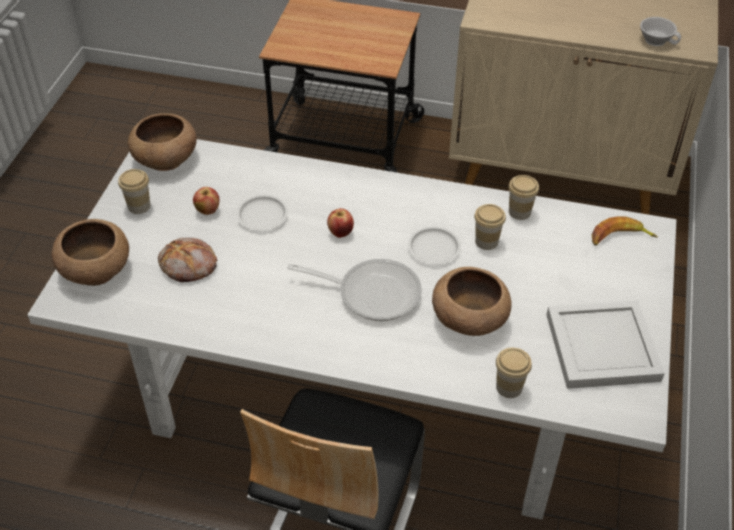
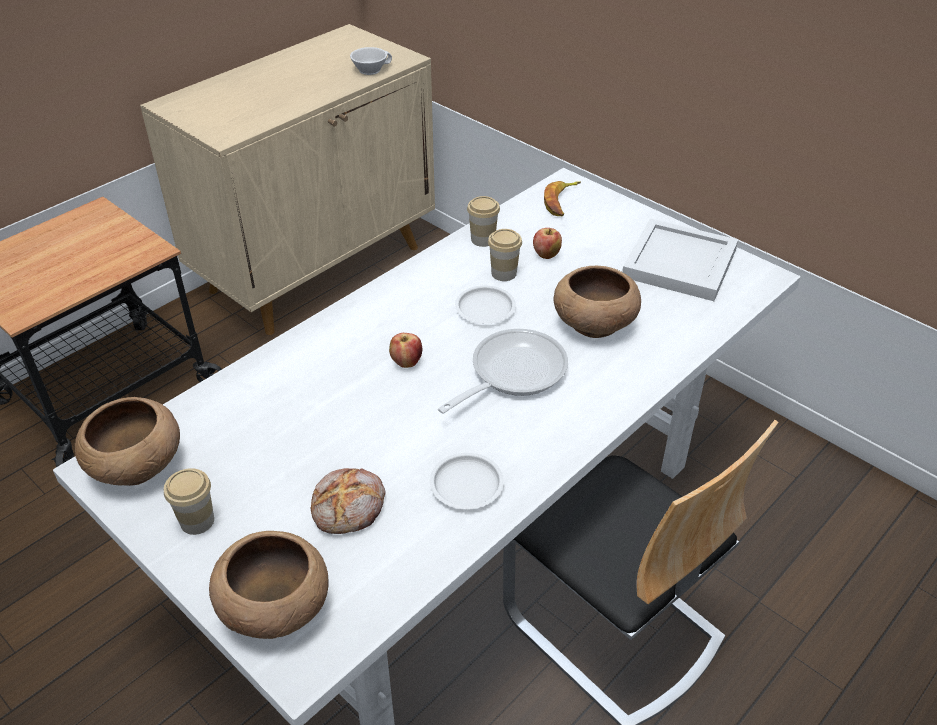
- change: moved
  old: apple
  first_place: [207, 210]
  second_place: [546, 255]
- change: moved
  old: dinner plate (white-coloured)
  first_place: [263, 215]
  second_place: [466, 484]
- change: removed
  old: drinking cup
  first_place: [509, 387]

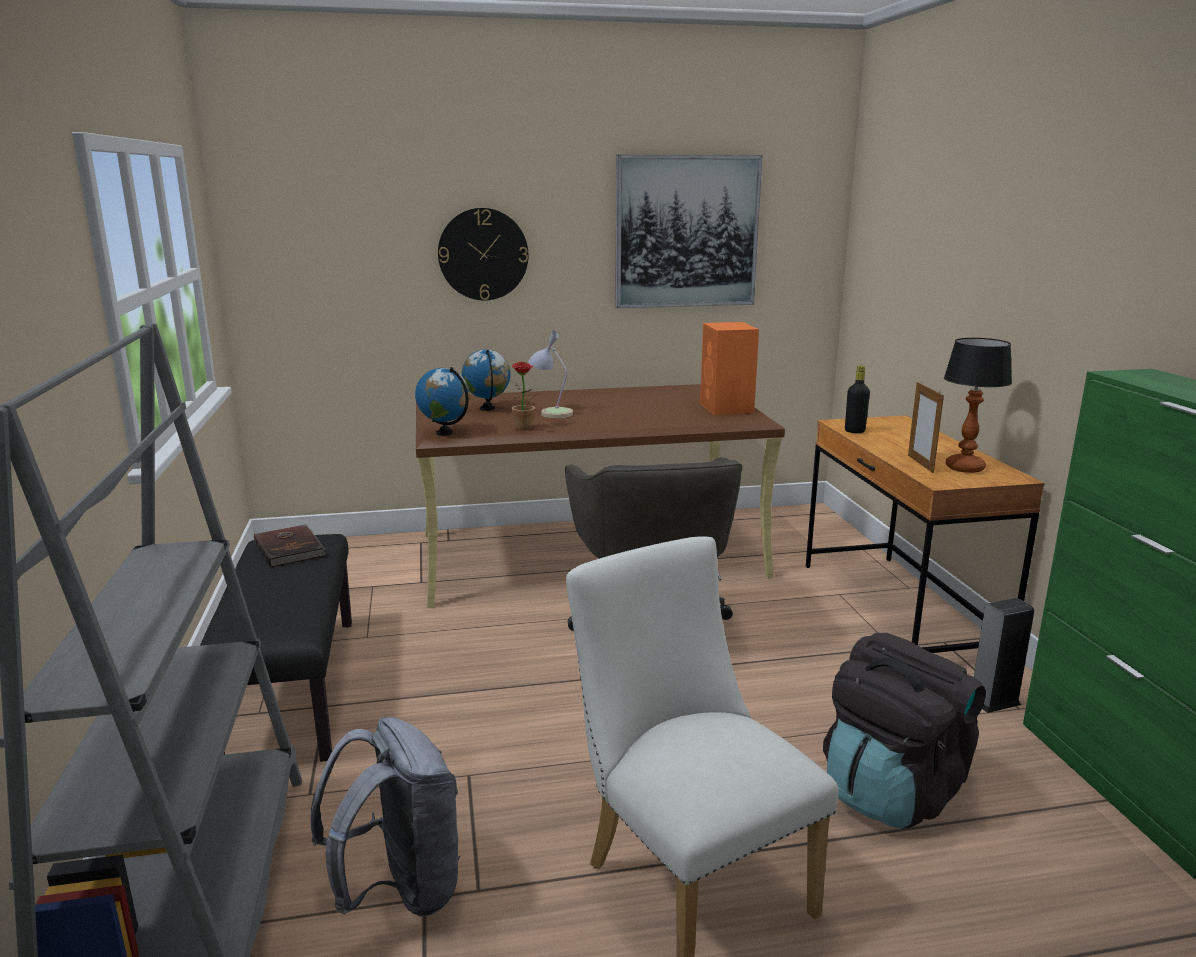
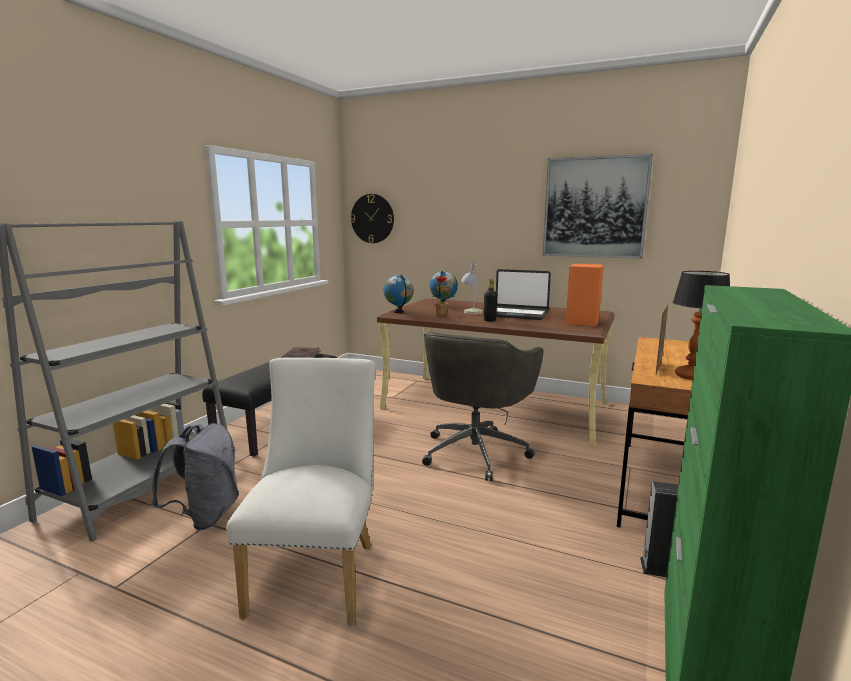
- change: moved
  old: hanging clock
  first_place: [483, 254]
  second_place: [372, 218]
- change: removed
  old: knapsack (blackish)
  first_place: [892, 791]
- change: moved
  old: bottle (blackish)
  first_place: [854, 431]
  second_place: [489, 320]
- change: added
  new: laptop
  second_place: [518, 314]

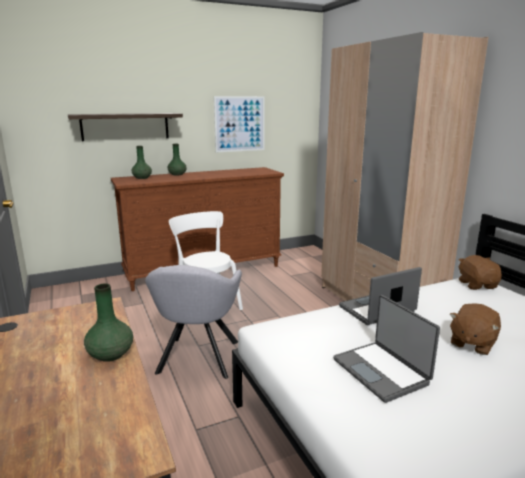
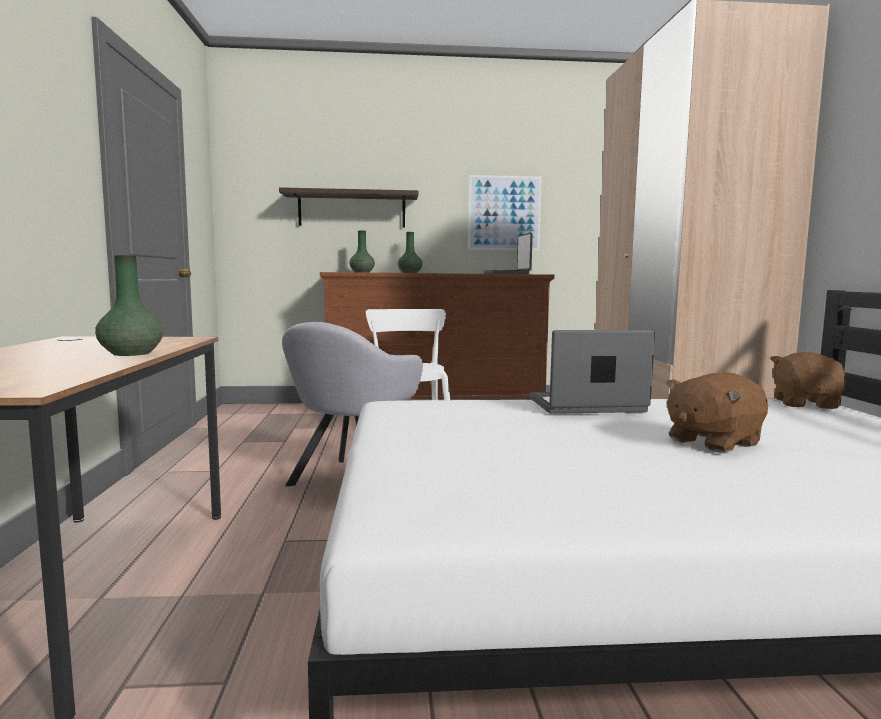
- change: moved
  old: laptop
  first_place: [381, 371]
  second_place: [507, 274]

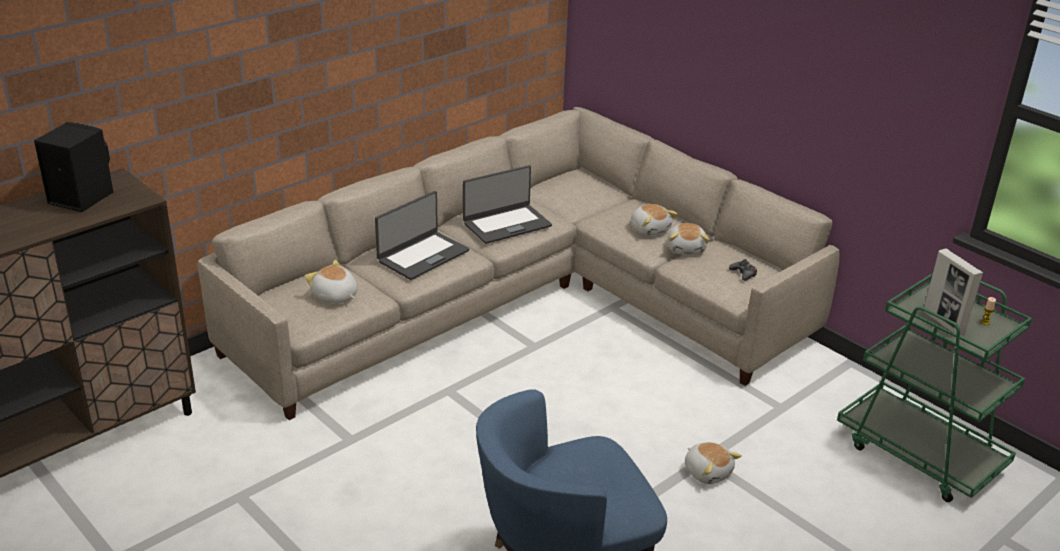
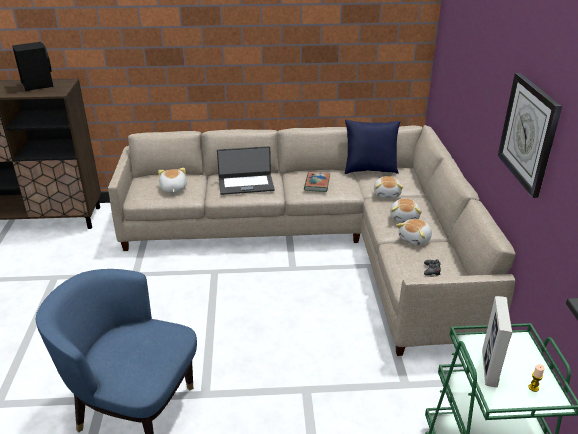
- change: replaced
  old: laptop
  new: book
  first_place: [506, 224]
  second_place: [317, 184]
- change: moved
  old: plush toy
  first_place: [707, 472]
  second_place: [387, 194]
- change: added
  new: throw pillow (bluish)
  second_place: [370, 170]
- change: added
  new: hanging clock
  second_place: [529, 133]

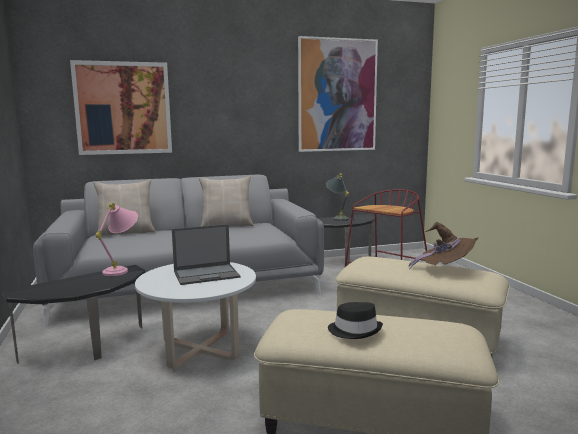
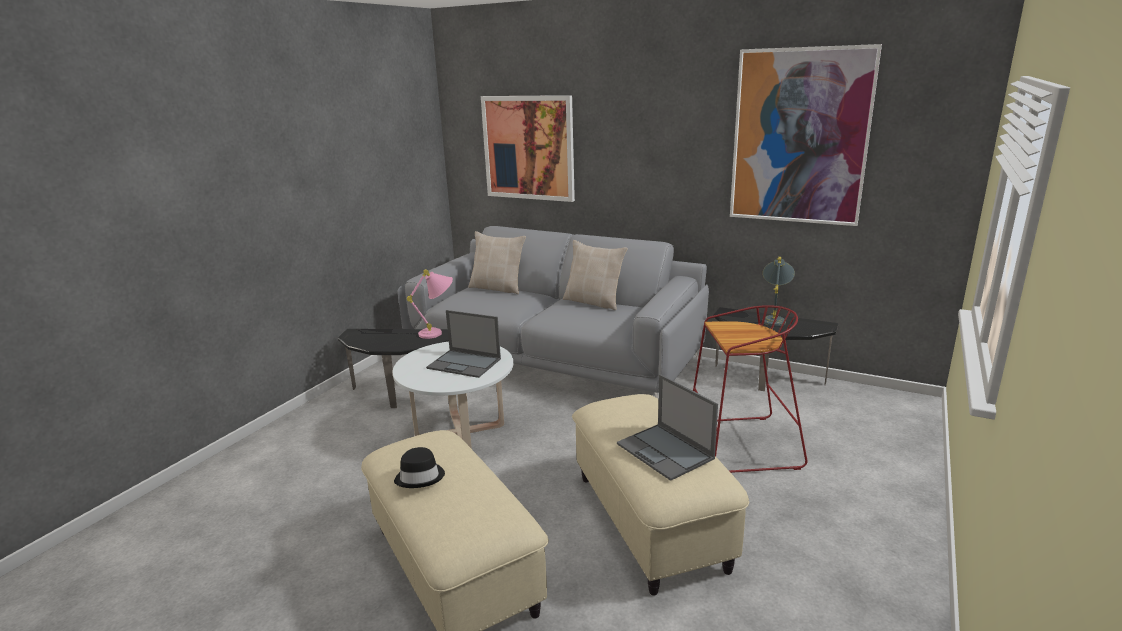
- change: replaced
  old: clothing hat (brownish)
  new: laptop
  first_place: [445, 269]
  second_place: [666, 452]

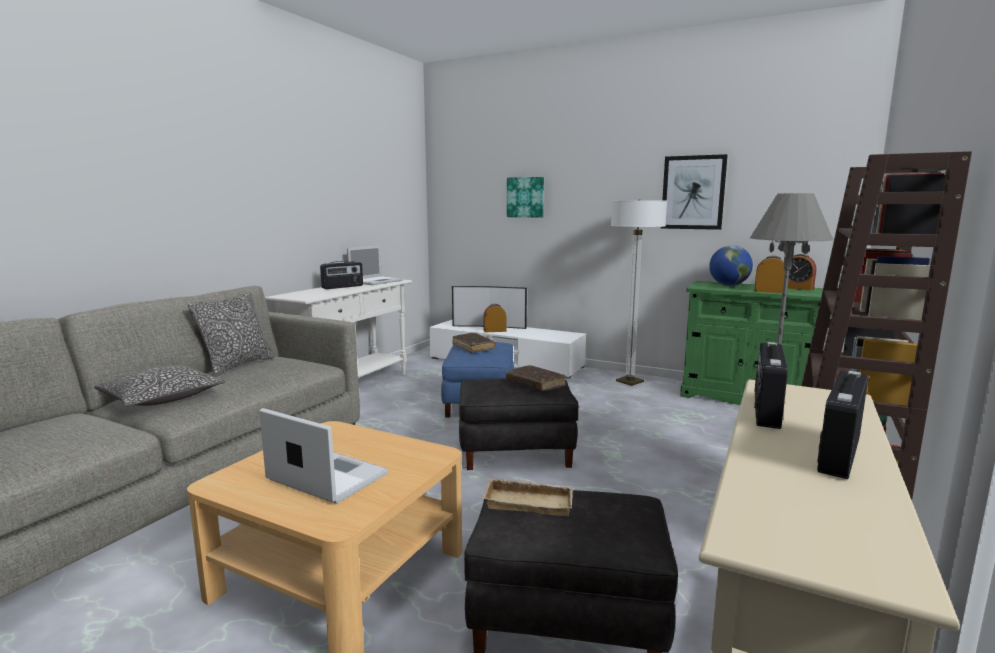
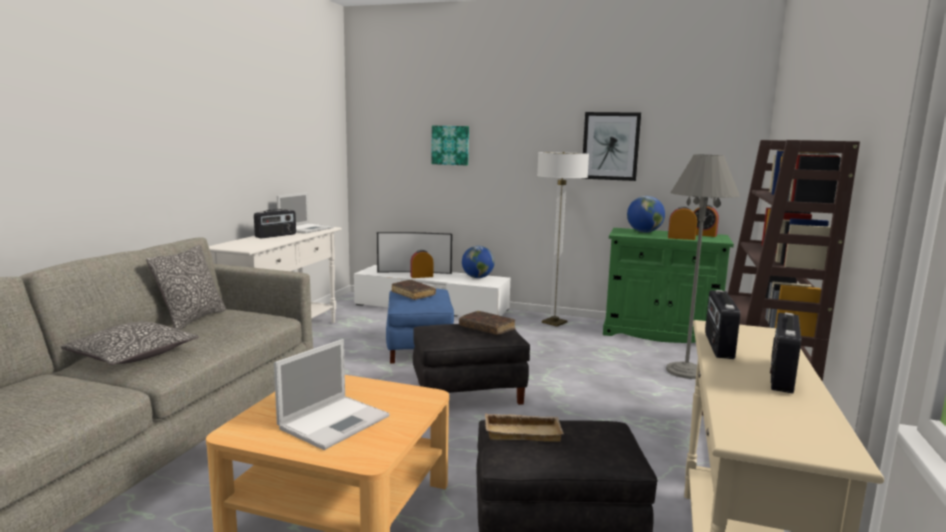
- change: turned
  old: laptop
  first_place: [325, 477]
  second_place: [335, 421]
  degrees: 105
- change: added
  new: desk globe
  second_place: [477, 277]

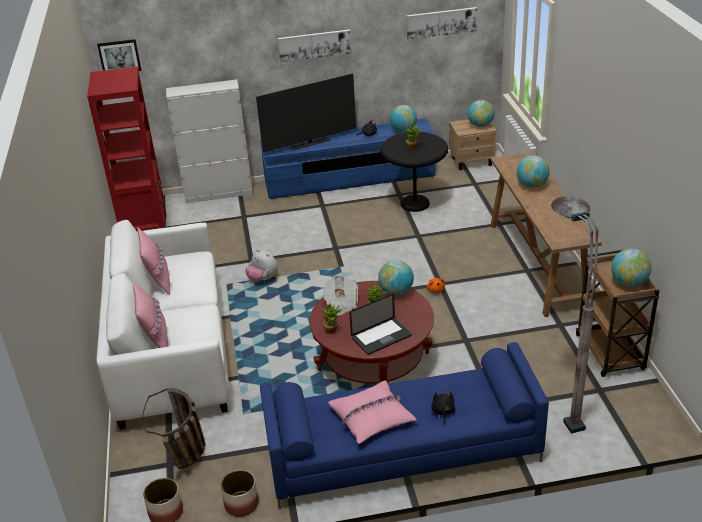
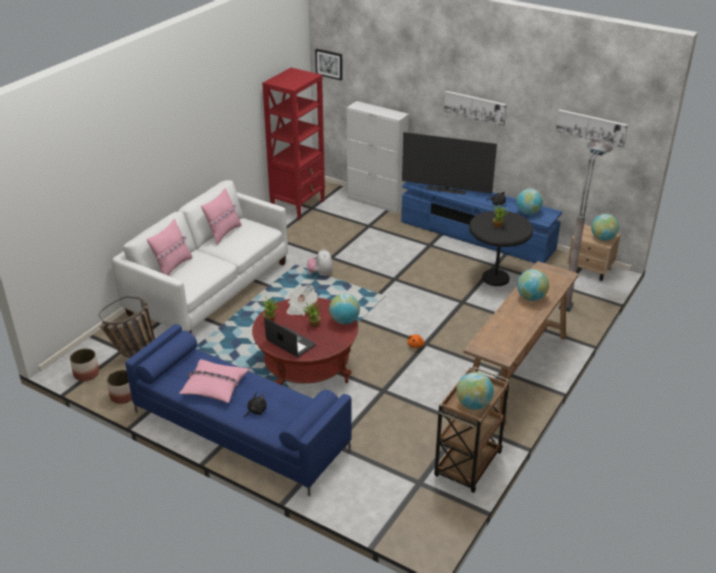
- change: turned
  old: laptop
  first_place: [381, 337]
  second_place: [290, 343]
  degrees: -150
- change: moved
  old: floor lamp (gray)
  first_place: [558, 402]
  second_place: [573, 294]

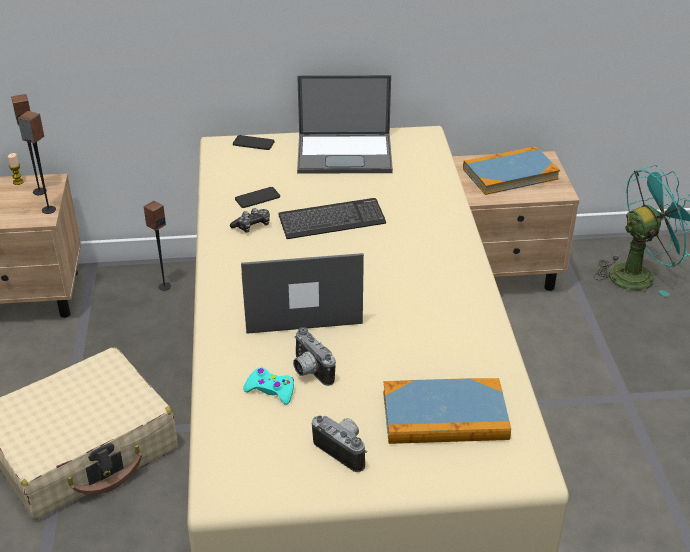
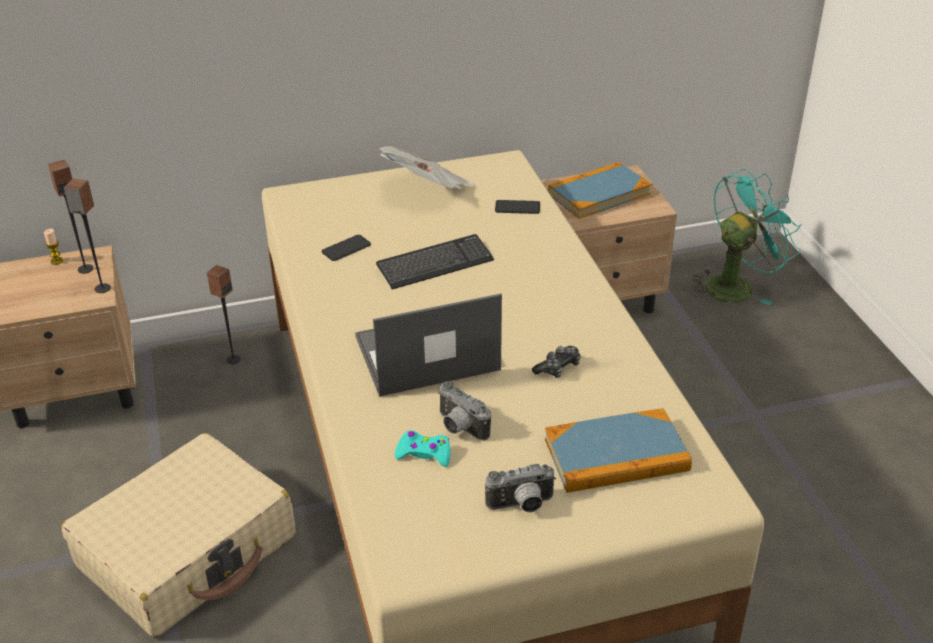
- change: moved
  old: game controller
  first_place: [252, 226]
  second_place: [558, 368]
- change: moved
  old: phone
  first_place: [253, 143]
  second_place: [517, 207]
- change: replaced
  old: laptop
  new: daily paper
  first_place: [346, 153]
  second_place: [428, 190]
- change: turned
  old: photo camera
  first_place: [344, 450]
  second_place: [521, 506]
  degrees: 135

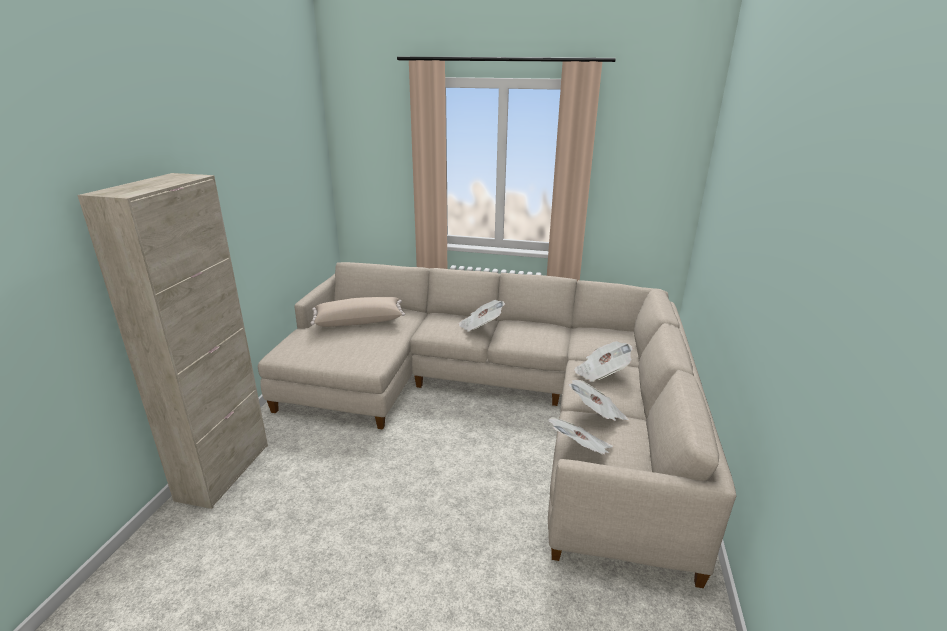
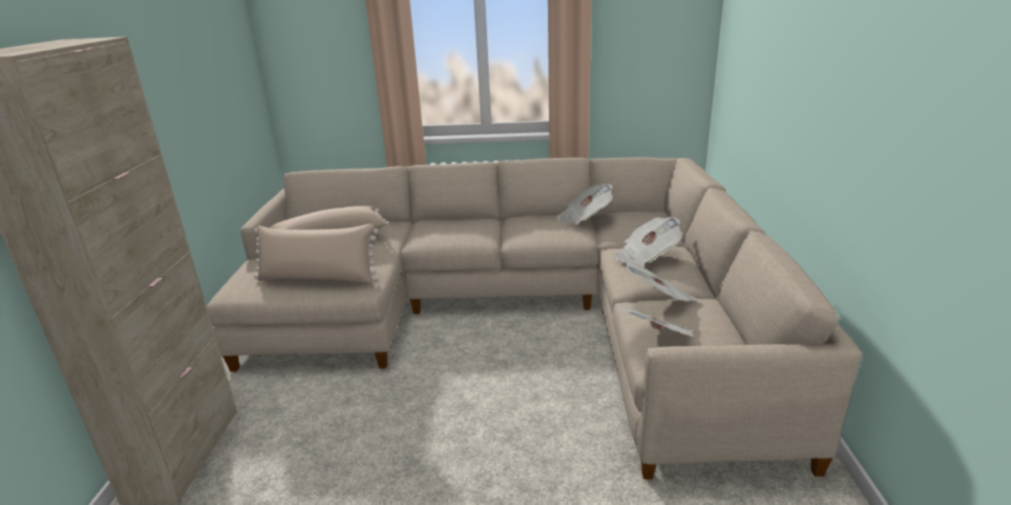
- change: moved
  old: daily paper
  first_place: [480, 326]
  second_place: [584, 218]
- change: added
  new: throw pillow (beige)
  second_place: [318, 279]

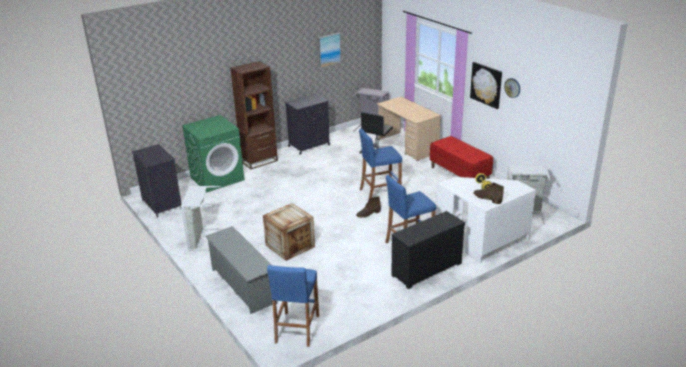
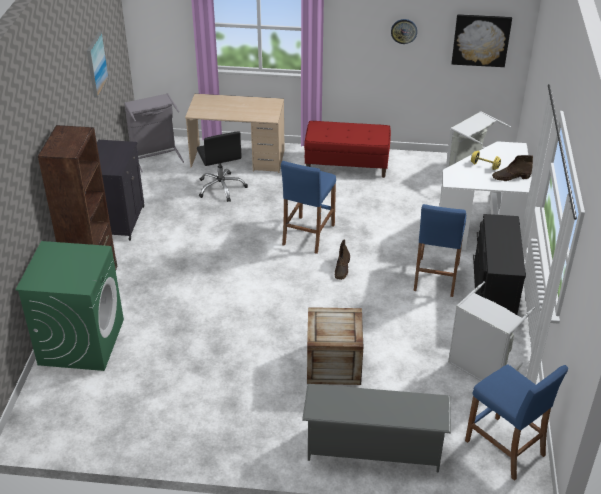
- change: removed
  old: cabinet (blackish)
  first_place: [161, 204]
- change: moved
  old: hamper (gray)
  first_place: [202, 240]
  second_place: [481, 368]
- change: moved
  old: wall picture
  first_place: [486, 84]
  second_place: [481, 40]

